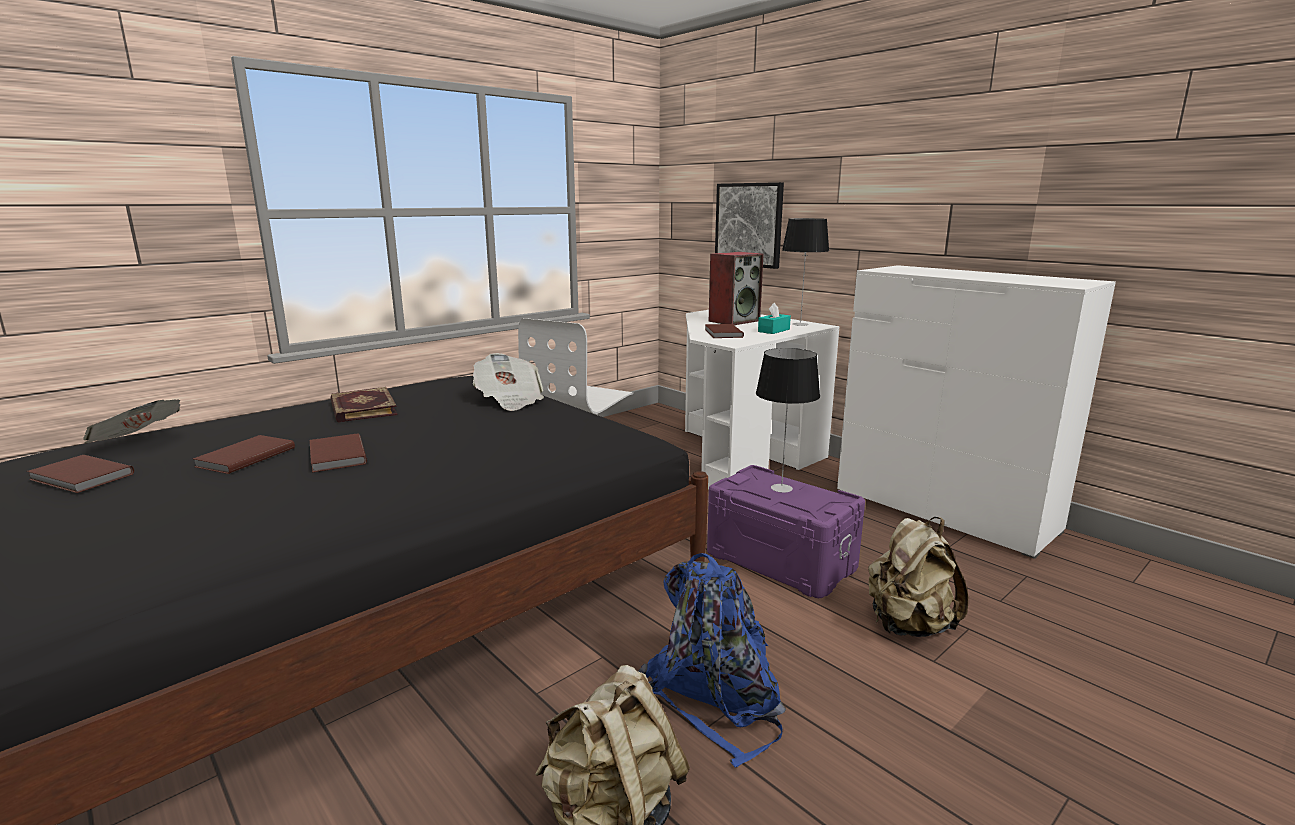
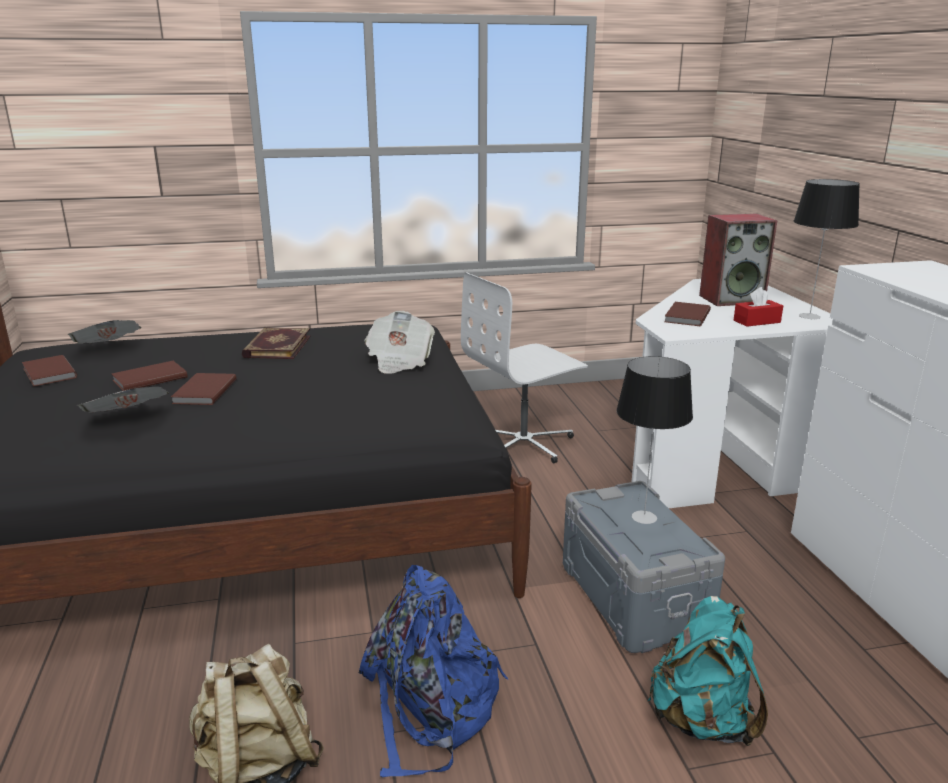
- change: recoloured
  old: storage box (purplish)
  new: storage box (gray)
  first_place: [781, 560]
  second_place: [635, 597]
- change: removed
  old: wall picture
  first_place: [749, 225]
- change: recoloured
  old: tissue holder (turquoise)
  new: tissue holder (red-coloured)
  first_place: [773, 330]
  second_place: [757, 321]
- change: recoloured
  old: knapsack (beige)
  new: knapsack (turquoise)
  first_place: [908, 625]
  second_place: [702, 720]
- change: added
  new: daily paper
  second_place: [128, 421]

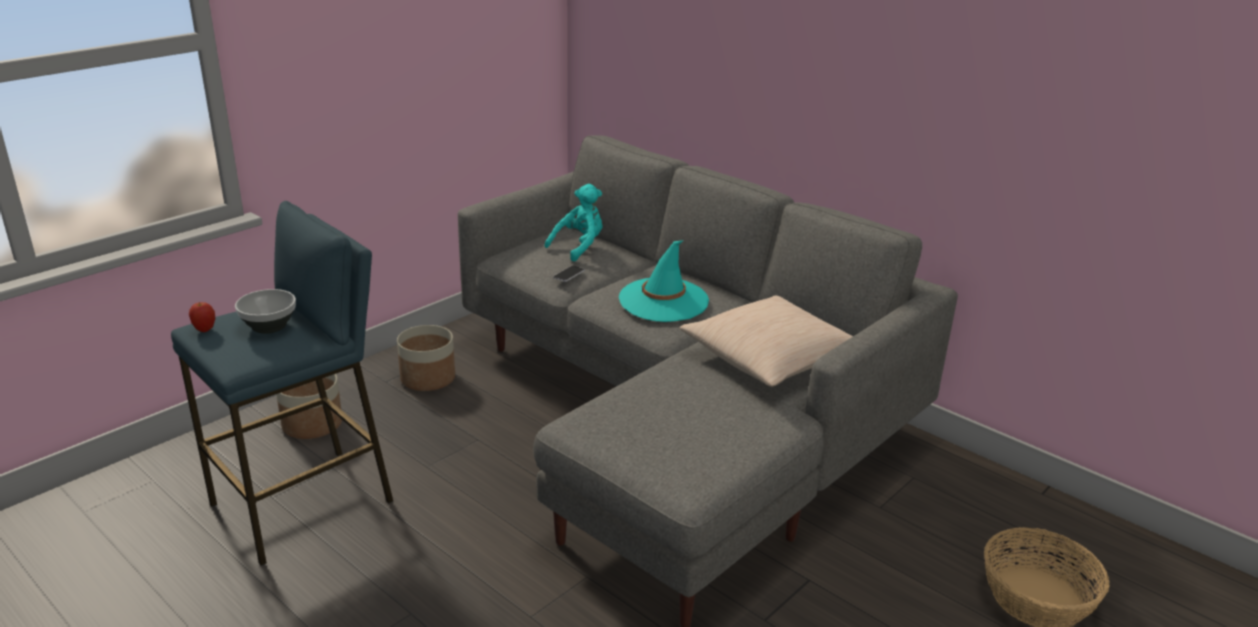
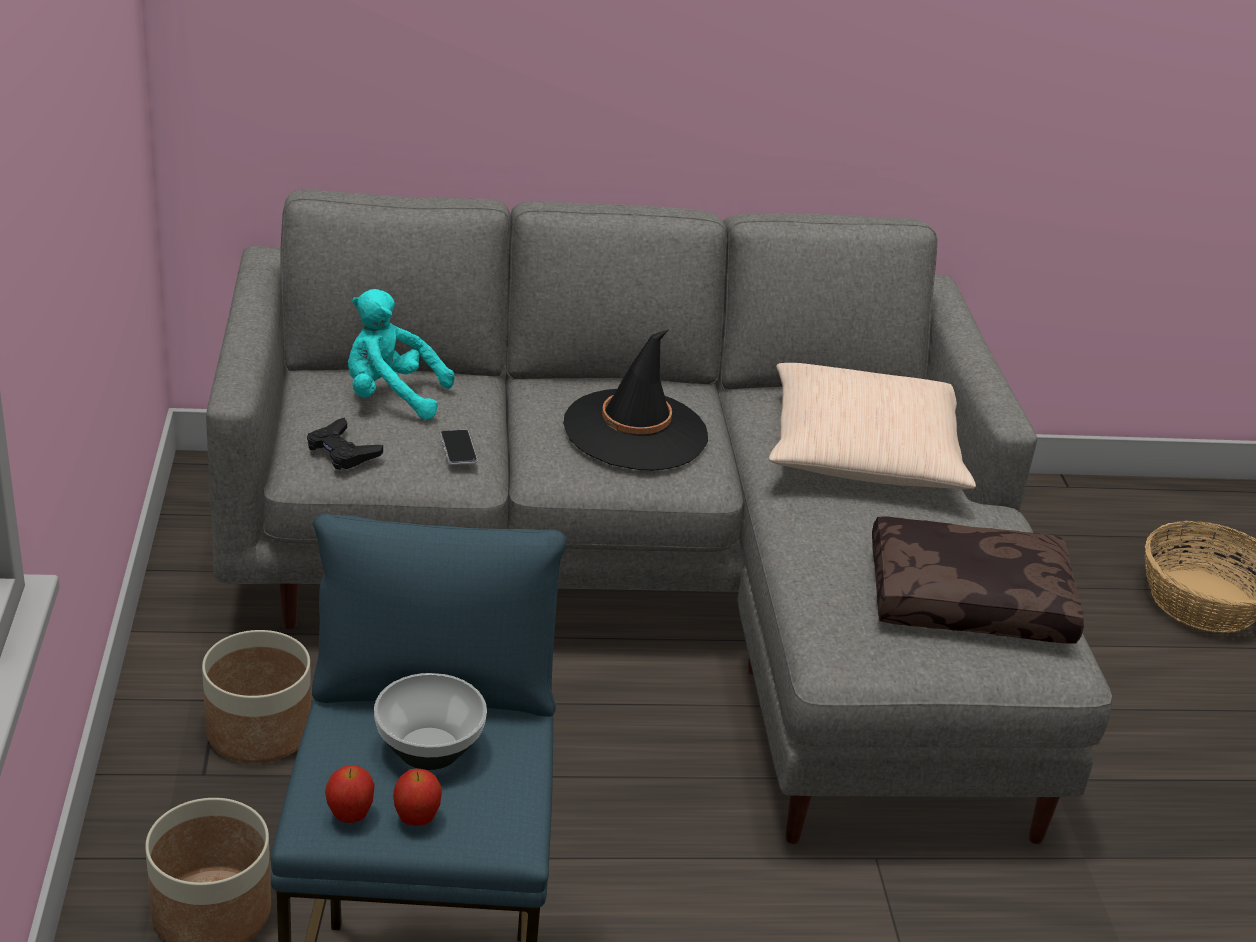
- change: turned
  old: plush toy (turquoise)
  first_place: [579, 247]
  second_place: [391, 397]
  degrees: -75
- change: recoloured
  old: clothing hat (turquoise)
  new: clothing hat (blackish)
  first_place: [663, 300]
  second_place: [635, 431]
- change: added
  new: game controller (blackish)
  second_place: [342, 451]
- change: added
  new: apple
  second_place: [416, 820]
- change: added
  new: throw pillow (brownish)
  second_place: [969, 599]

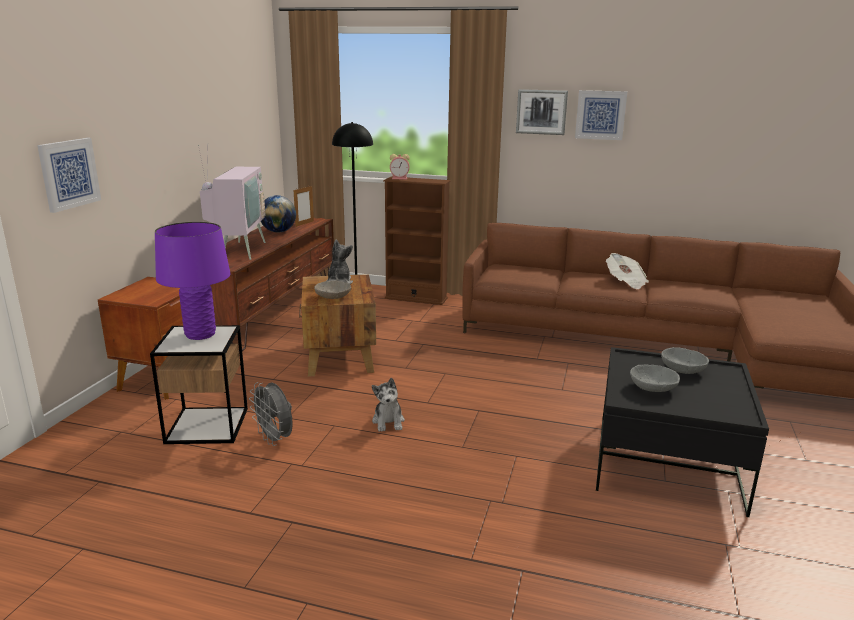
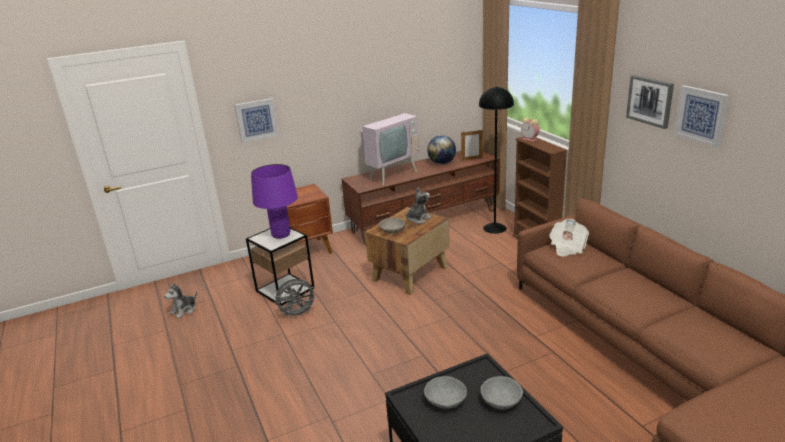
- change: turned
  old: cooling fan (gray)
  first_place: [275, 439]
  second_place: [298, 314]
  degrees: -120
- change: moved
  old: plush toy
  first_place: [388, 421]
  second_place: [184, 310]
- change: moved
  old: daily paper
  first_place: [626, 282]
  second_place: [567, 247]

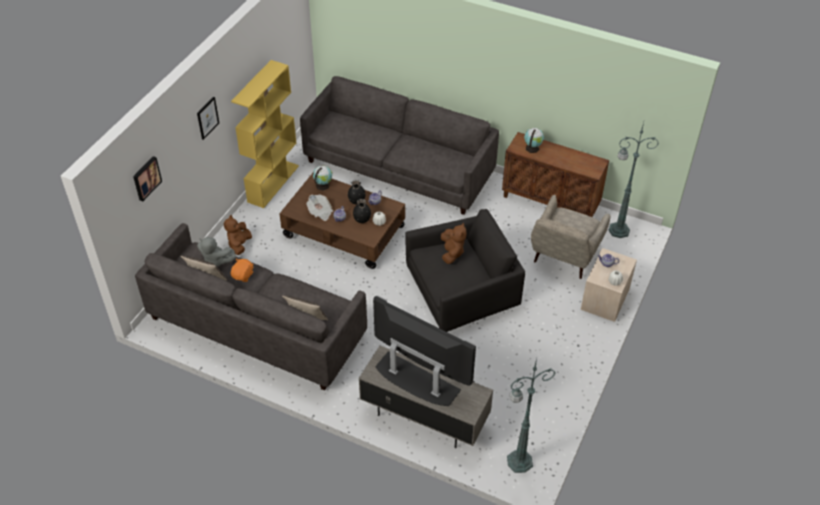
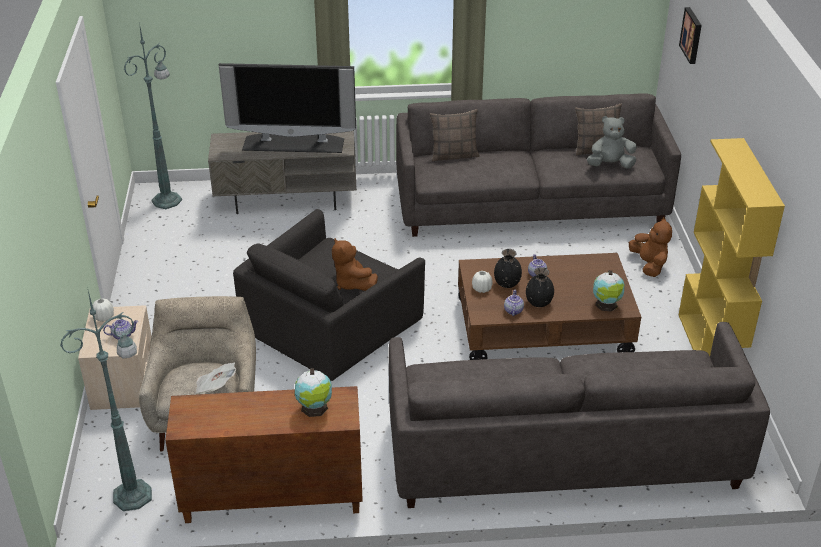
- change: removed
  old: wall picture
  first_place: [207, 118]
- change: removed
  old: plush toy (orange)
  first_place: [243, 275]
- change: moved
  old: daily paper
  first_place: [320, 212]
  second_place: [215, 387]

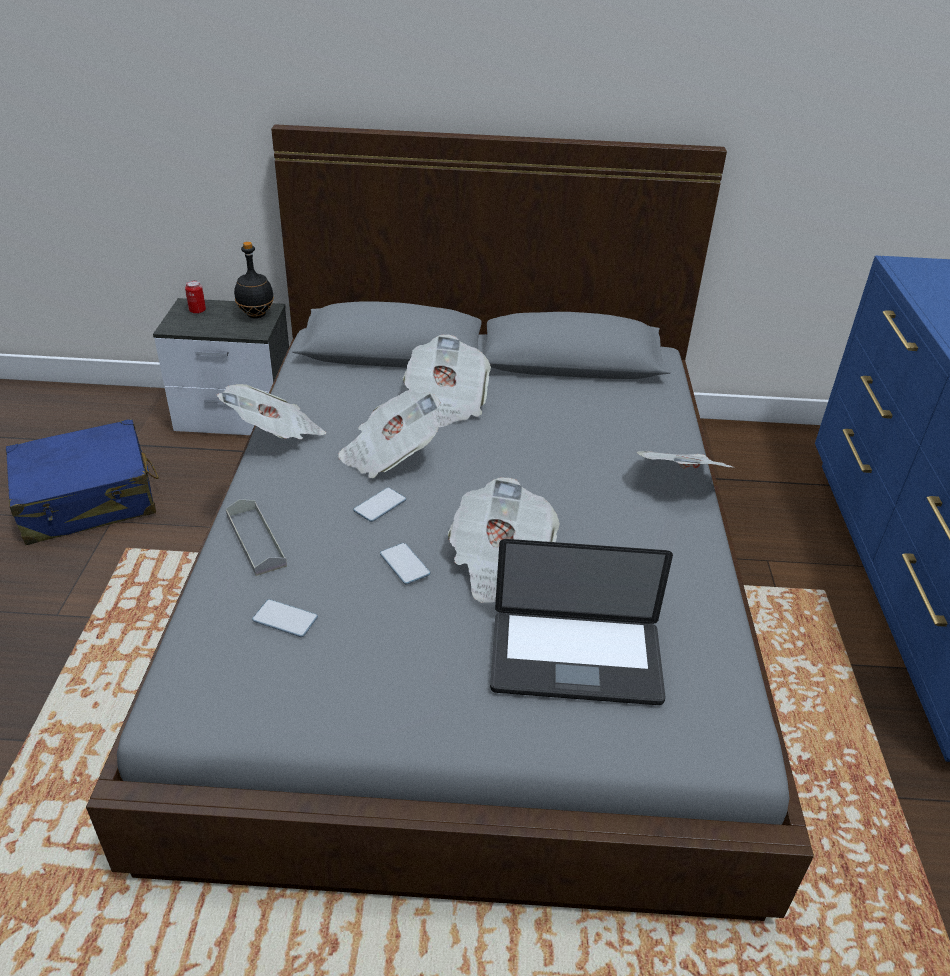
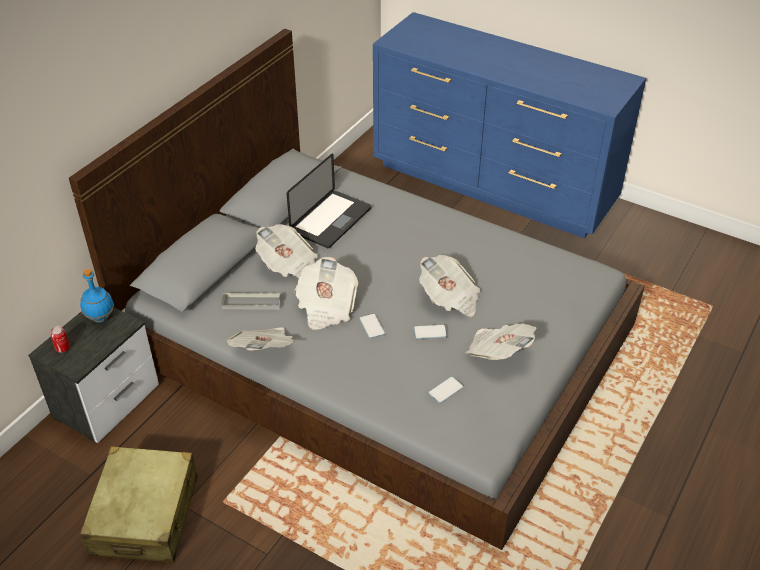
- change: recoloured
  old: piece of luggage (bluish)
  new: piece of luggage (beige)
  first_place: [88, 500]
  second_place: [145, 515]
- change: moved
  old: serving tray (gray)
  first_place: [256, 540]
  second_place: [252, 303]
- change: recoloured
  old: bottle (blackish)
  new: bottle (bluish)
  first_place: [257, 315]
  second_place: [101, 317]
- change: moved
  old: laptop
  first_place: [575, 659]
  second_place: [331, 220]
- change: moved
  old: daily paper
  first_place: [681, 480]
  second_place: [498, 352]

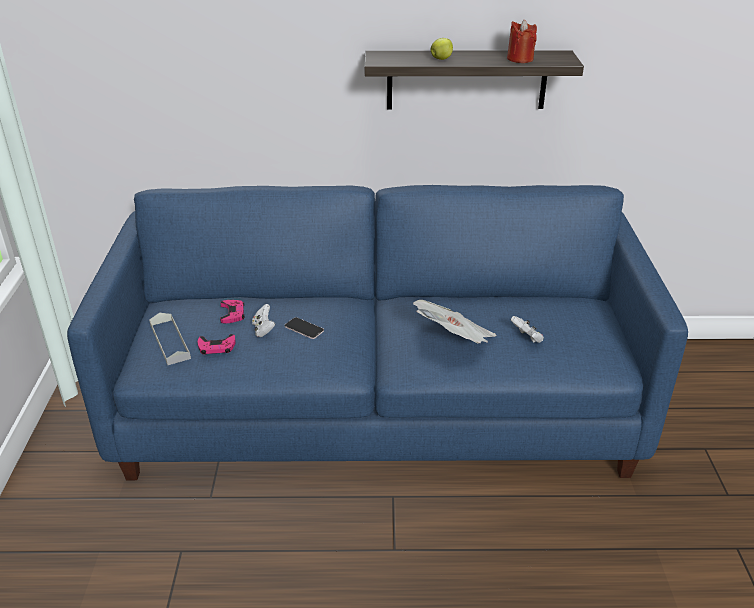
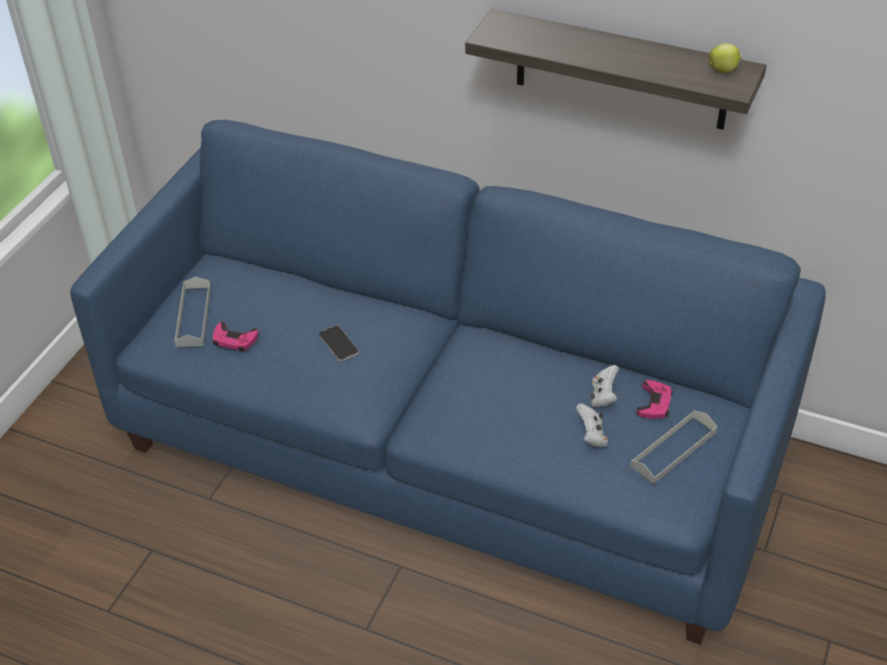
- change: moved
  old: game controller (pink-coloured)
  first_place: [232, 314]
  second_place: [654, 403]
- change: moved
  old: game controller (white-coloured)
  first_place: [263, 329]
  second_place: [603, 396]
- change: removed
  old: daily paper
  first_place: [454, 340]
- change: moved
  old: apple
  first_place: [441, 59]
  second_place: [723, 70]
- change: removed
  old: wax candle (red-coloured)
  first_place: [520, 59]
- change: added
  new: serving tray (gray)
  second_place: [673, 449]

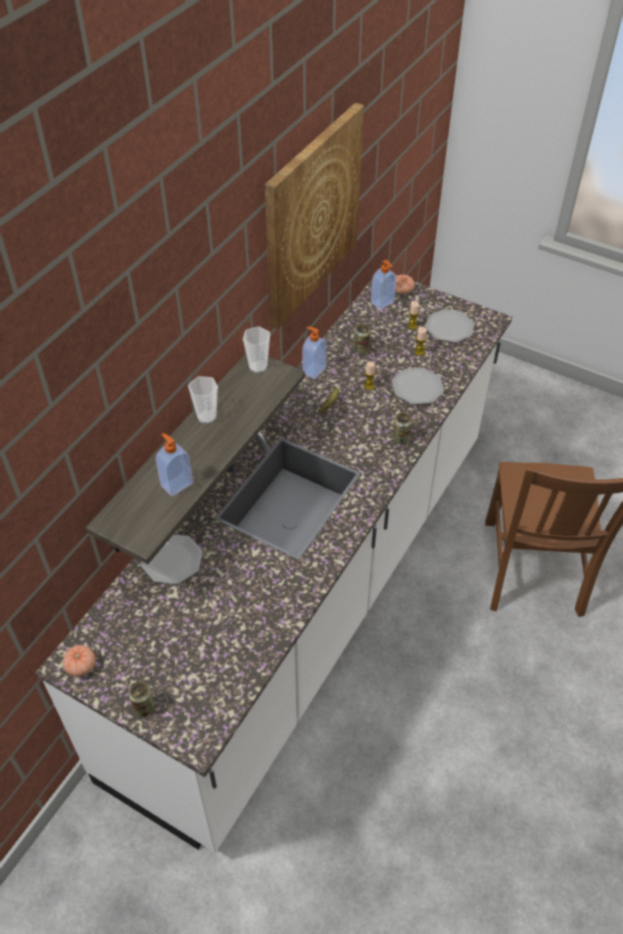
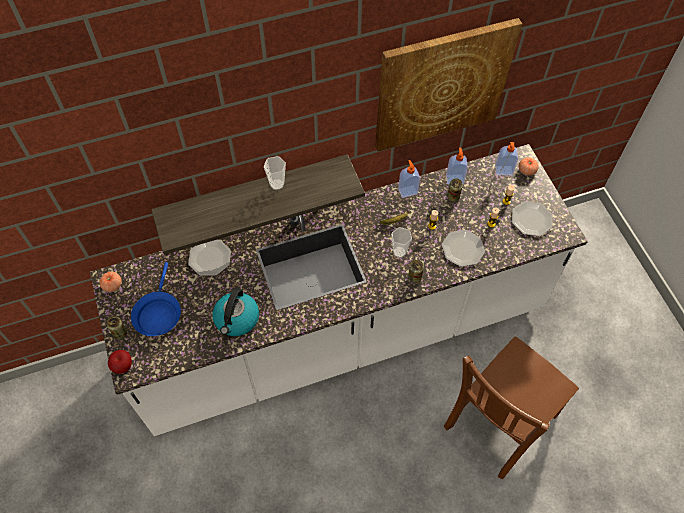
- change: moved
  old: soap bottle
  first_place: [176, 484]
  second_place: [454, 178]
- change: moved
  old: drinking cup
  first_place: [258, 367]
  second_place: [399, 252]
- change: added
  new: apple
  second_place: [123, 367]
- change: added
  new: skillet (bluish)
  second_place: [158, 313]
- change: added
  new: tea kettle
  second_place: [237, 319]

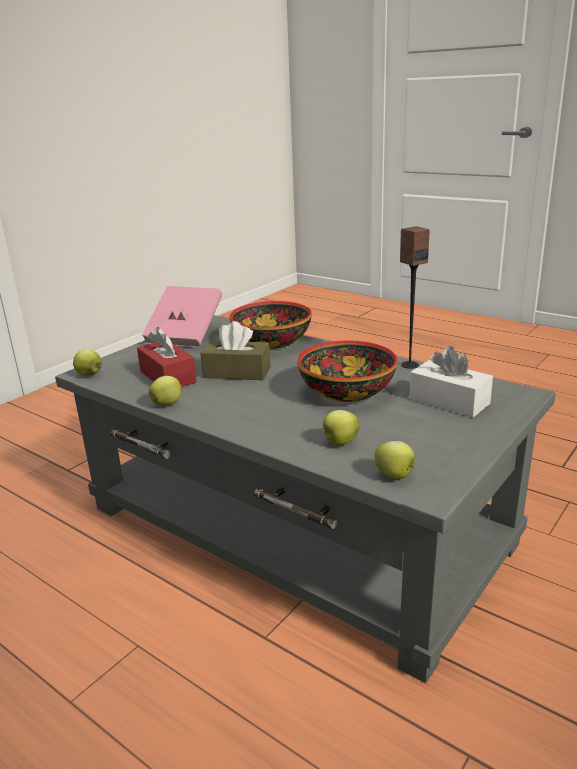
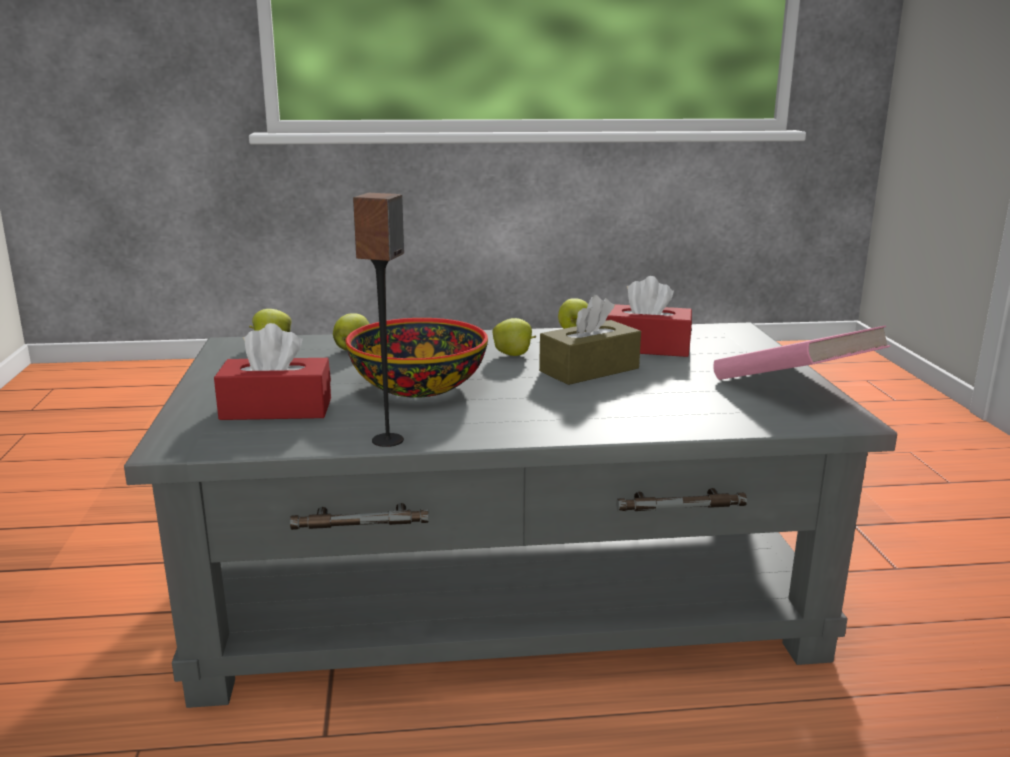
- change: moved
  old: apple
  first_place: [89, 374]
  second_place: [514, 355]
- change: removed
  old: deep dish
  first_place: [272, 341]
- change: recoloured
  old: tissue holder (white-coloured)
  new: tissue holder (red-coloured)
  first_place: [449, 401]
  second_place: [276, 409]

